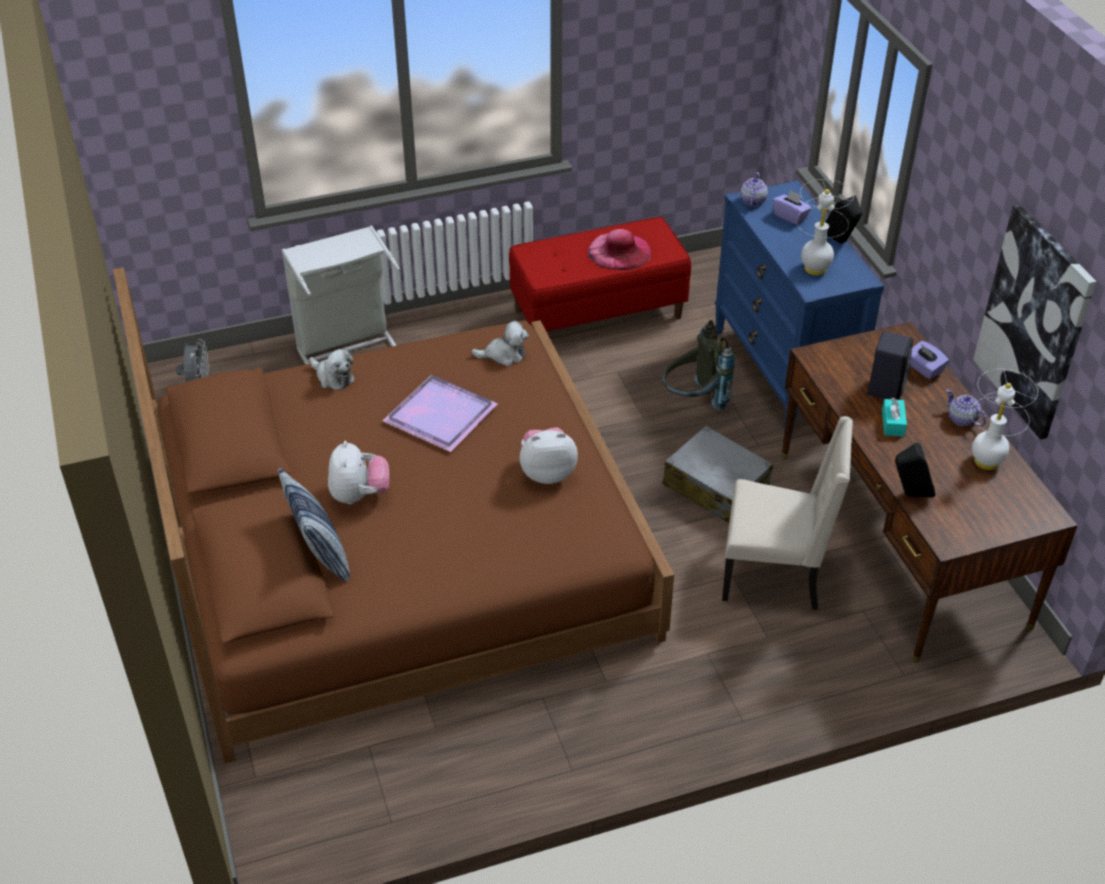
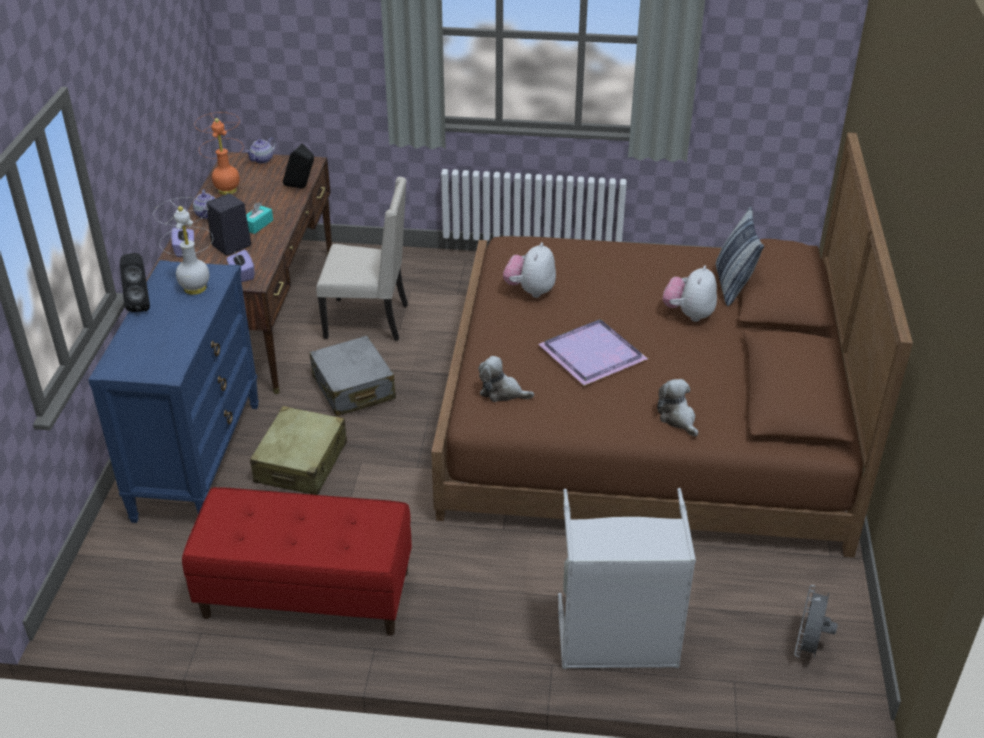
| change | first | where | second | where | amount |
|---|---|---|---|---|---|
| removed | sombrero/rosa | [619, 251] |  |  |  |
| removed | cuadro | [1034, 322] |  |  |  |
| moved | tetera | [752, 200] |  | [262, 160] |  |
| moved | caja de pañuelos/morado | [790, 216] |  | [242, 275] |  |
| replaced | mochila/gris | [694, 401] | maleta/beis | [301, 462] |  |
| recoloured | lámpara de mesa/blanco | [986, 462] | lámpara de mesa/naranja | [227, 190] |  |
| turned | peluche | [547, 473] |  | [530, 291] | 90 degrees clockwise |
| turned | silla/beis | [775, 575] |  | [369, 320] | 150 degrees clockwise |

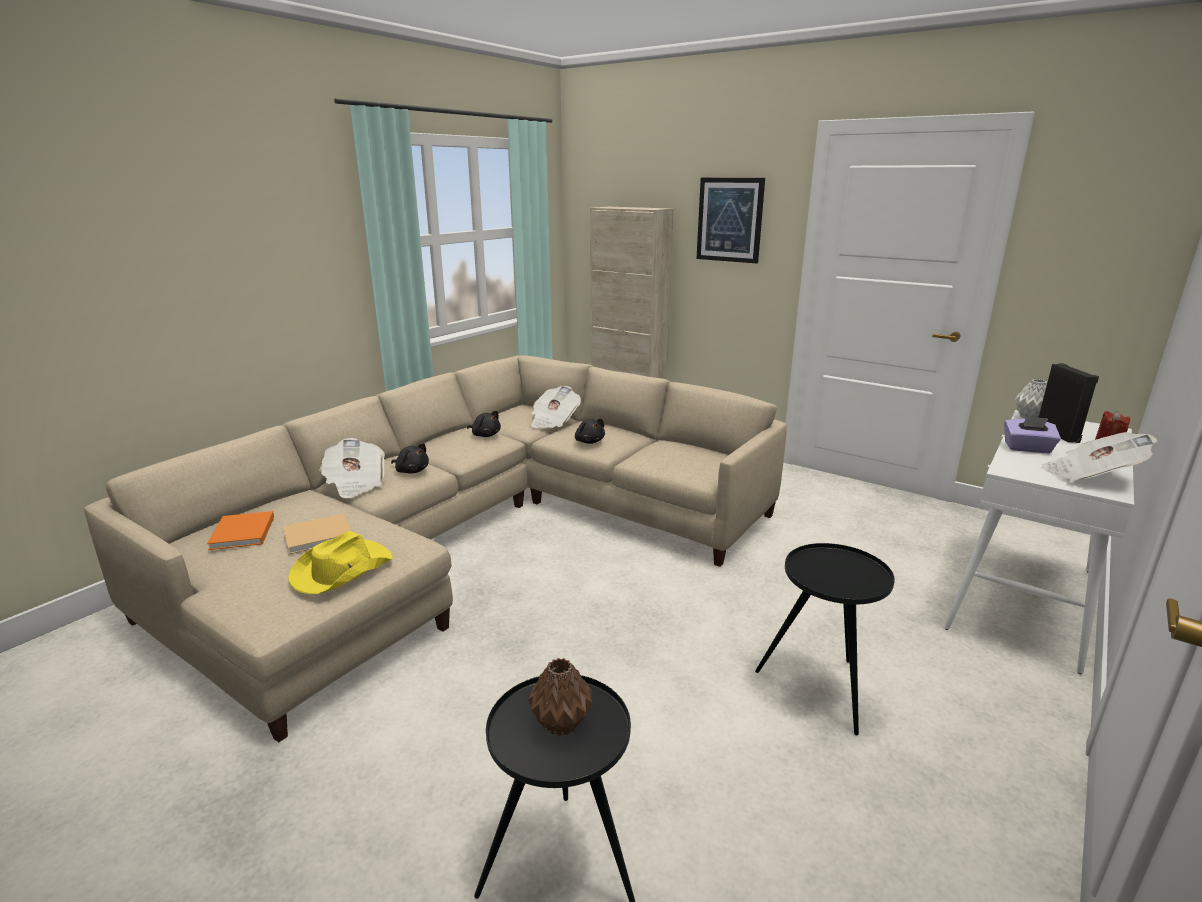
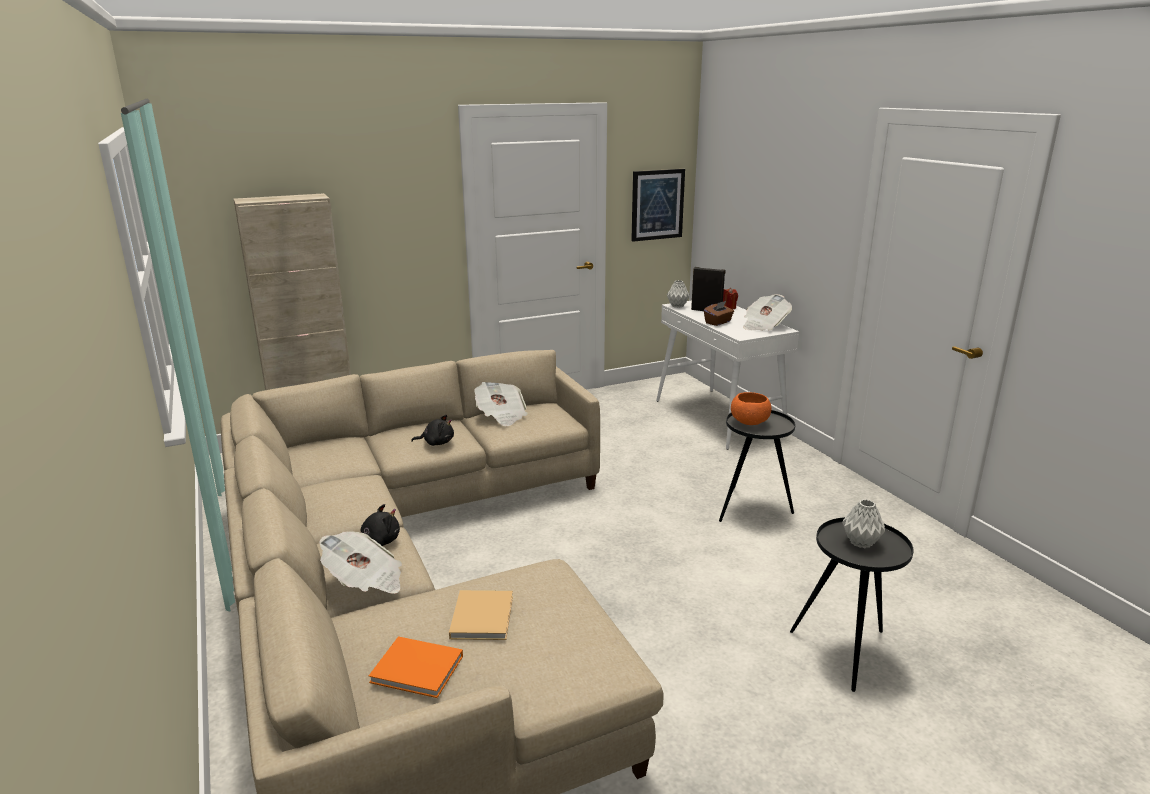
| change | first | where | second | where | amount |
|---|---|---|---|---|---|
| removed | sombrero/amarillo | [340, 570] |  |  |  |
| removed | peluche/negro | [485, 435] |  |  |  |
| added |  |  | cuenco/naranja | [749, 422] |  |
| moved | periódico | [553, 421] |  | [501, 415] |  |
| moved | cuadro | [730, 220] |  | [657, 204] |  |
| recoloured | florero/marrón | [562, 724] | florero/gris | [861, 542] |  |
| recoloured | caja de pañuelos/morado | [1027, 448] | caja de pañuelos/marrón | [718, 322] |  |

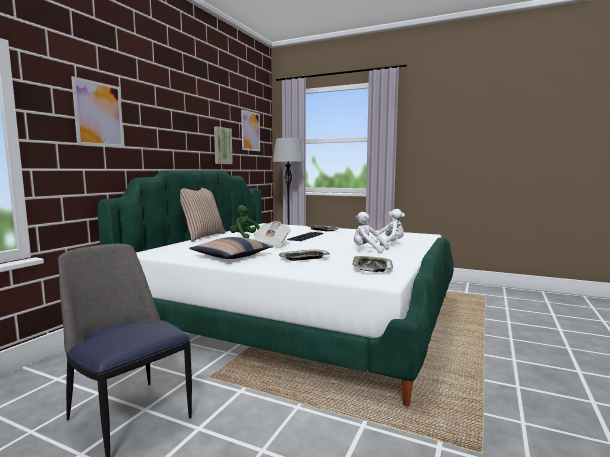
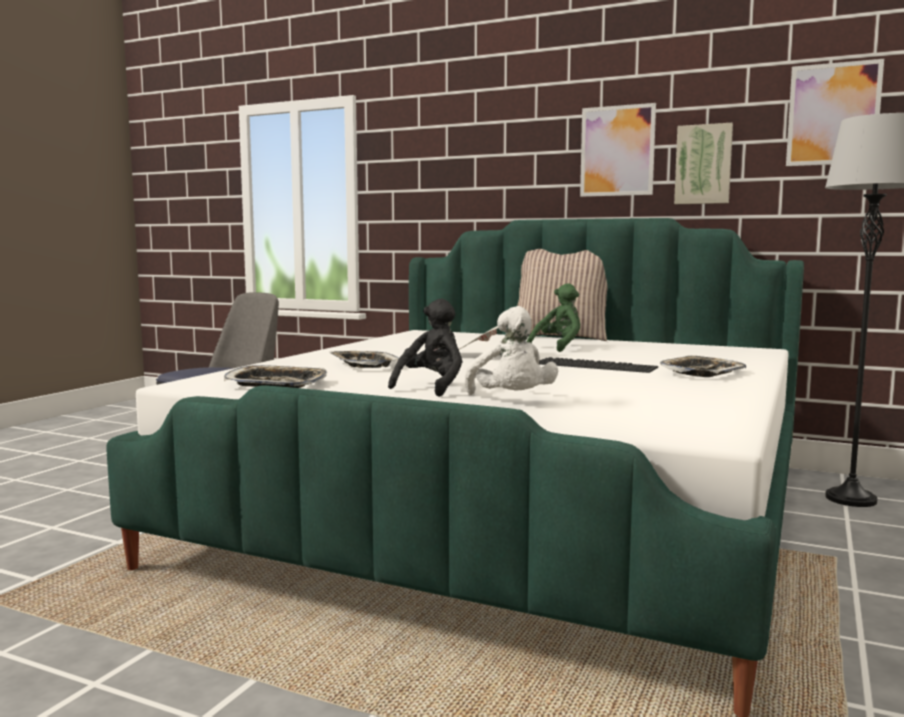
| change | first | where | second | where | amount |
|---|---|---|---|---|---|
| removed | cojín | [231, 256] |  |  |  |
| moved | cuadro | [99, 114] |  | [617, 151] |  |
| recoloured | peluche/blanco | [367, 250] | peluche/negro | [432, 387] |  |

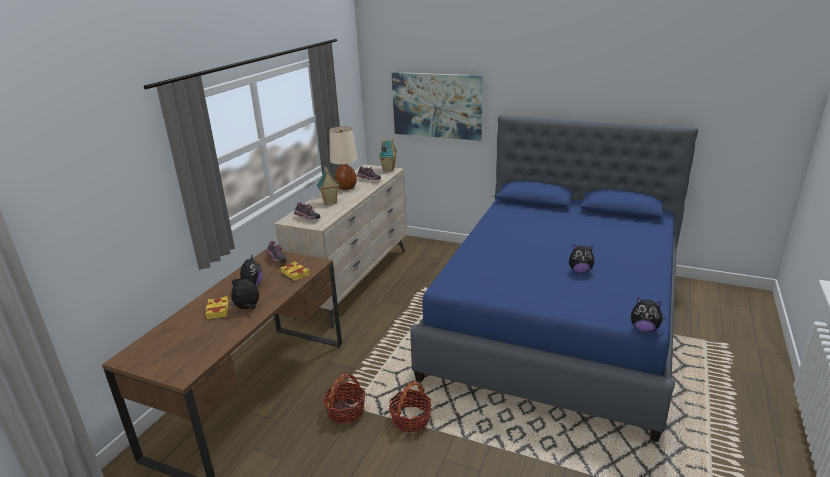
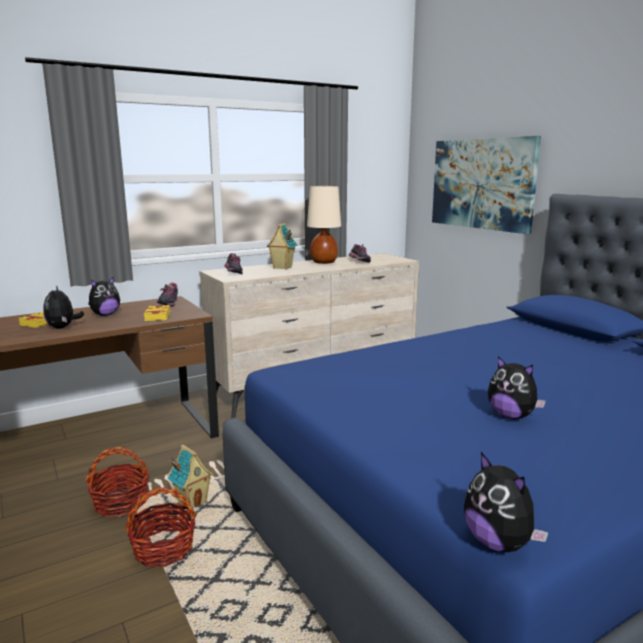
| change | first | where | second | where | amount |
|---|---|---|---|---|---|
| moved | casita | [388, 169] |  | [192, 502] |  |
| turned | peluche | [247, 308] |  | [63, 327] | 120 degrees counterclockwise |

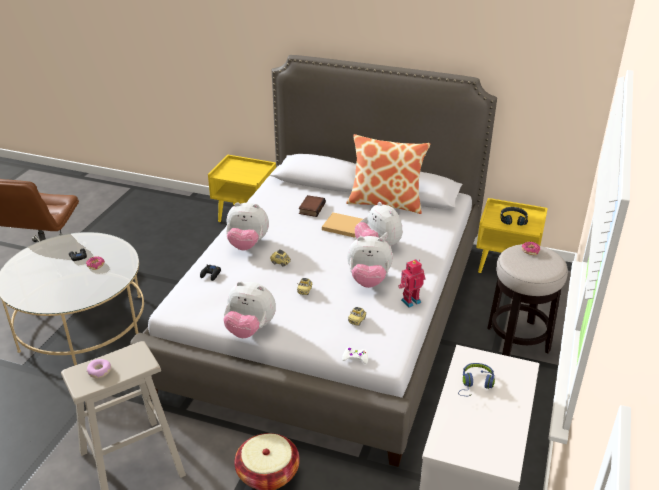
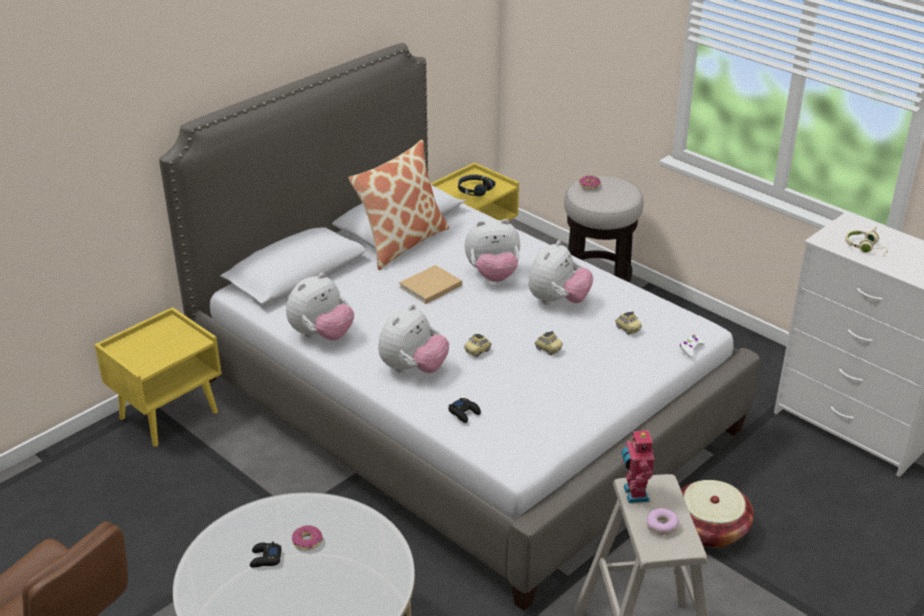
| change | first | where | second | where | amount |
|---|---|---|---|---|---|
| removed | libro | [311, 208] |  |  |  |
| moved | peluche | [250, 329] |  | [321, 335] |  |
| moved | robot de juguete | [410, 300] |  | [634, 494] |  |
| recoloured | auriculares/azul | [475, 384] | auriculares/beis | [866, 248] |  |

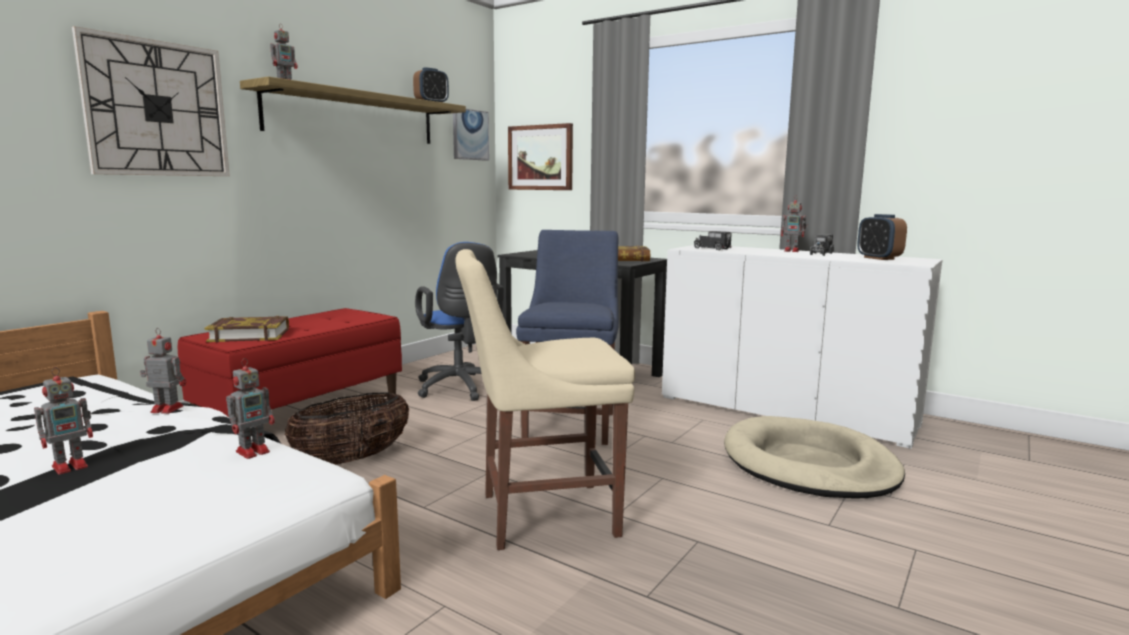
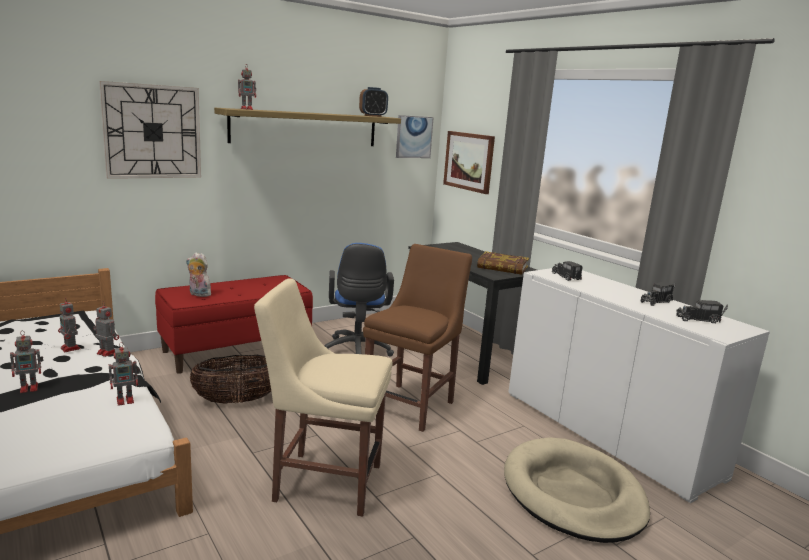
| change | first | where | second | where | amount |
|---|---|---|---|---|---|
| moved | robot de juguete | [792, 251] |  | [70, 349] |  |
| replaced | libro | [249, 335] | peluche | [198, 294] |  |
| replaced | despertador | [879, 258] | camión de juguete | [699, 319] |  |
| recoloured | silla/azul | [571, 424] | silla/marrón | [412, 405] |  |

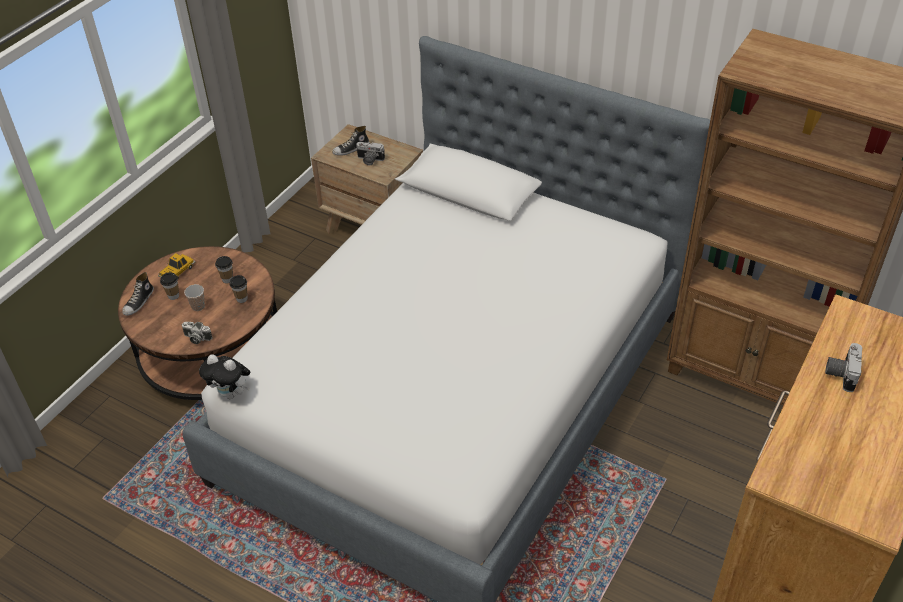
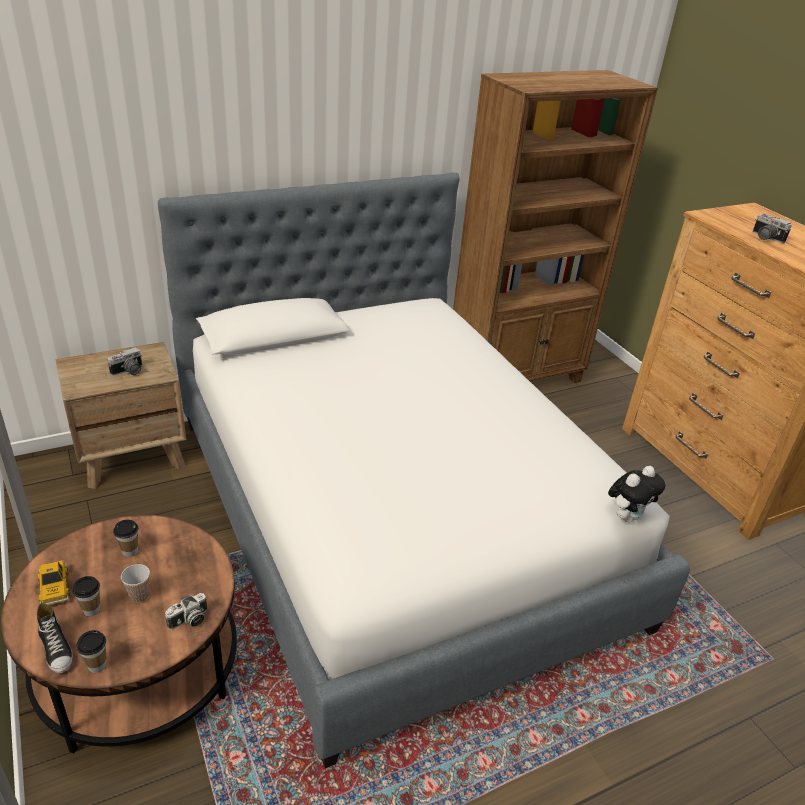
| change | first | where | second | where | amount |
|---|---|---|---|---|---|
| removed | zapato | [351, 149] |  |  |  |
| moved | peluche | [231, 394] |  | [627, 516] |  |
| moved | taza | [242, 299] |  | [97, 665] |  |

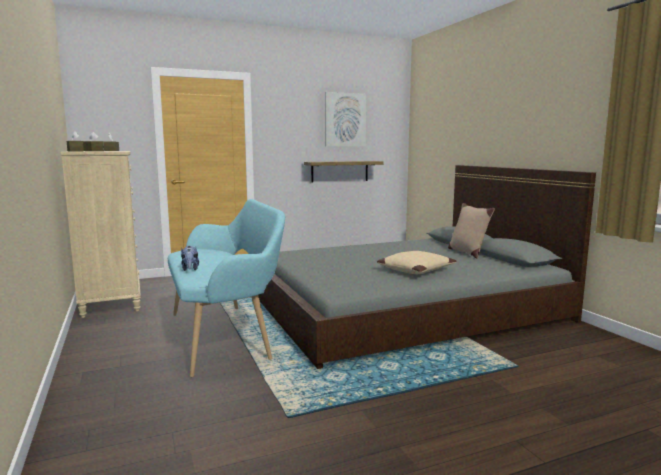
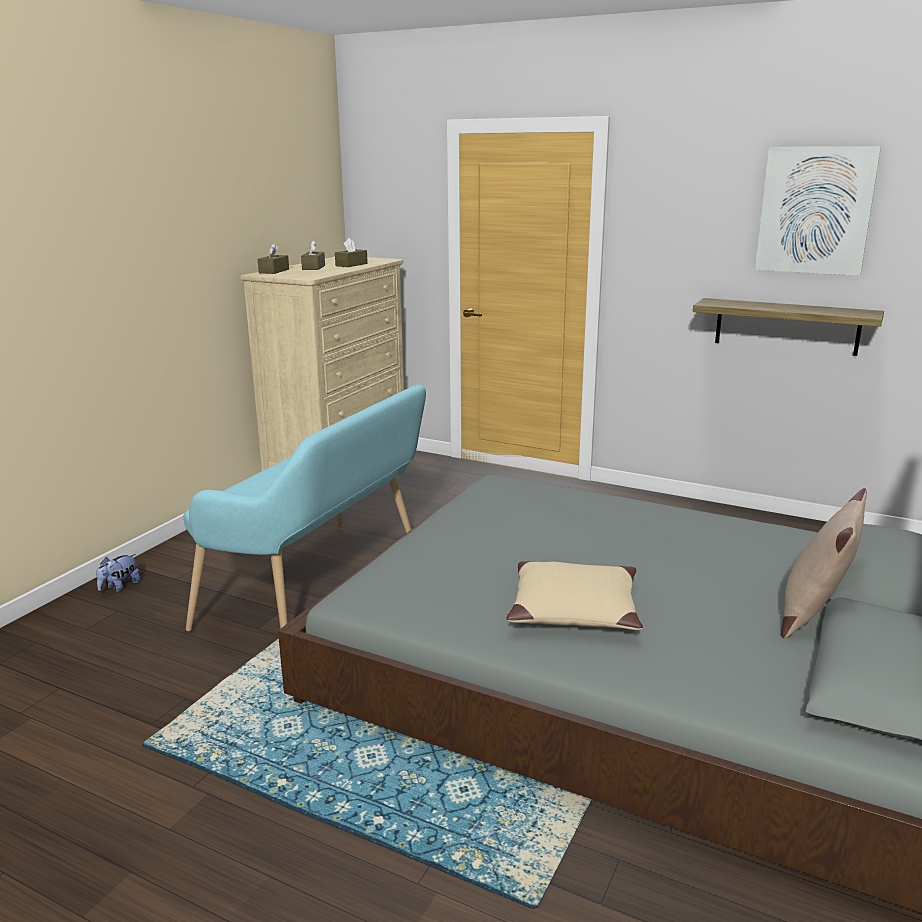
| change | first | where | second | where | amount |
|---|---|---|---|---|---|
| moved | peluche | [190, 269] |  | [119, 587] |  |

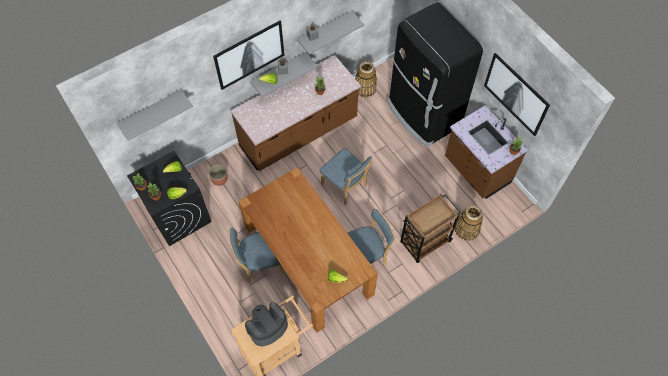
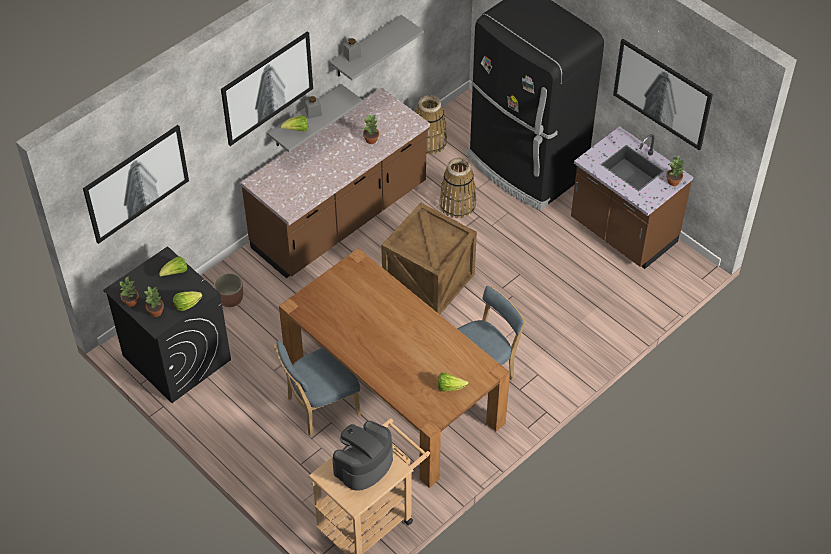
| change | first | where | second | where | amount |
|---|---|---|---|---|---|
| removed | carrito/marrón | [424, 243] |  |  |  |
| moved | cesta | [467, 229] |  | [457, 205] |  |
| replaced | estante/gris | [151, 111] | cuadro | [136, 182] |  |
| replaced | silla/azul | [345, 186] | caja de embalaje | [429, 282] |  |

